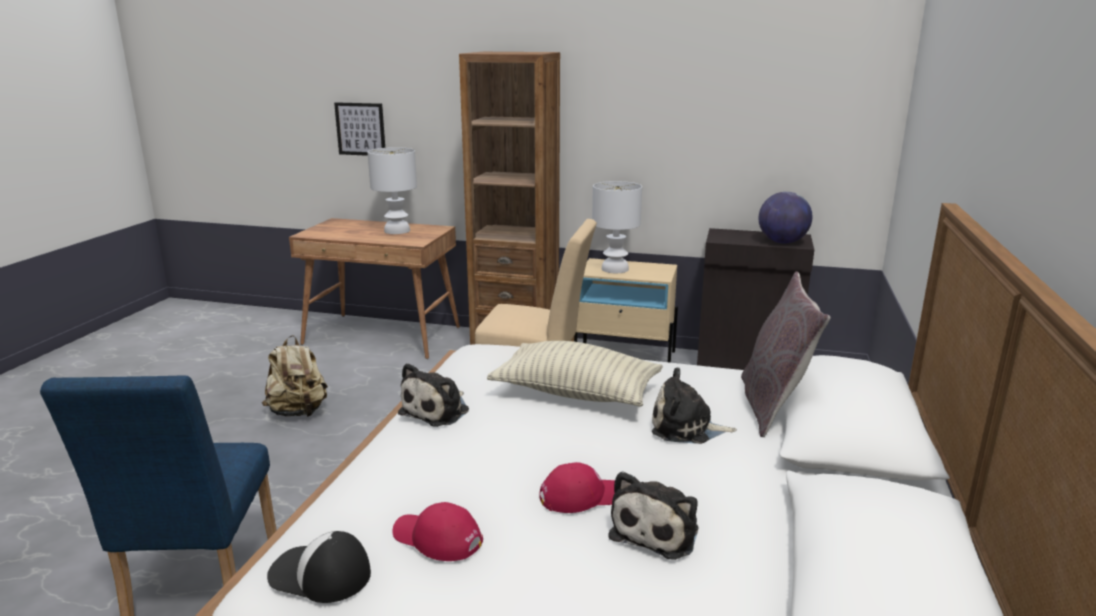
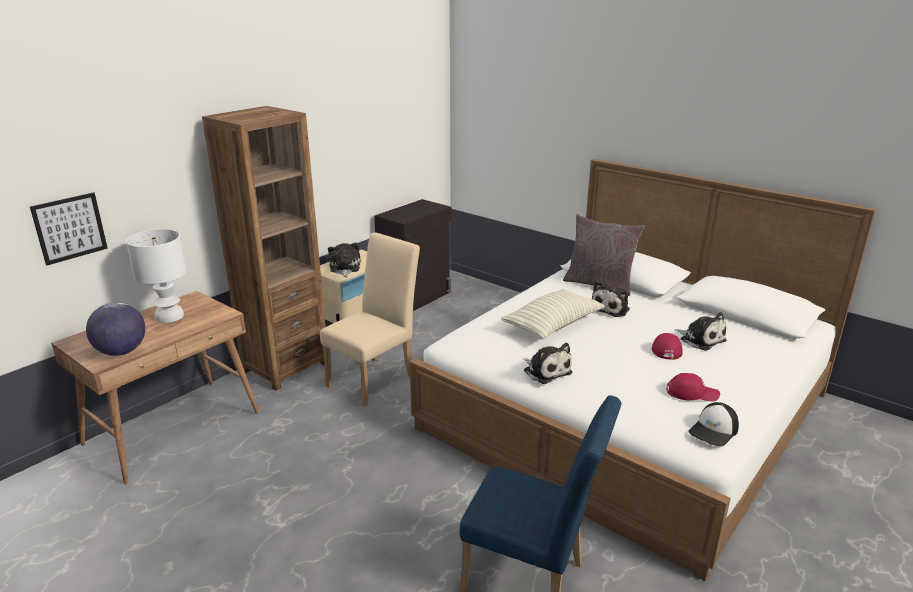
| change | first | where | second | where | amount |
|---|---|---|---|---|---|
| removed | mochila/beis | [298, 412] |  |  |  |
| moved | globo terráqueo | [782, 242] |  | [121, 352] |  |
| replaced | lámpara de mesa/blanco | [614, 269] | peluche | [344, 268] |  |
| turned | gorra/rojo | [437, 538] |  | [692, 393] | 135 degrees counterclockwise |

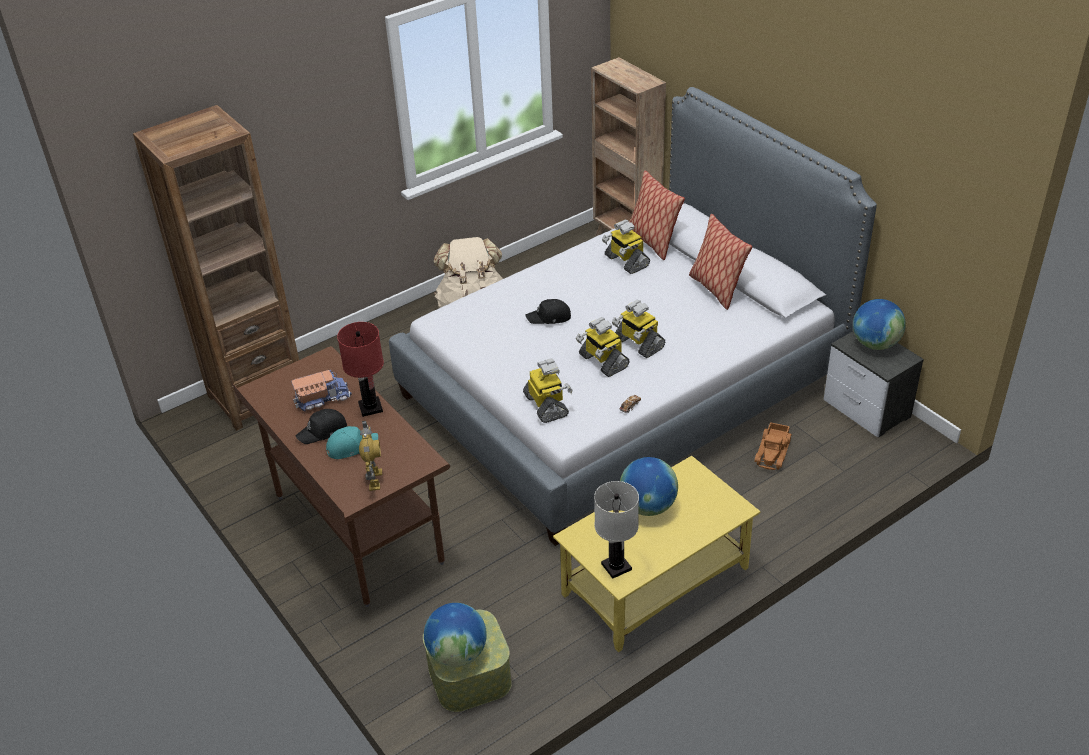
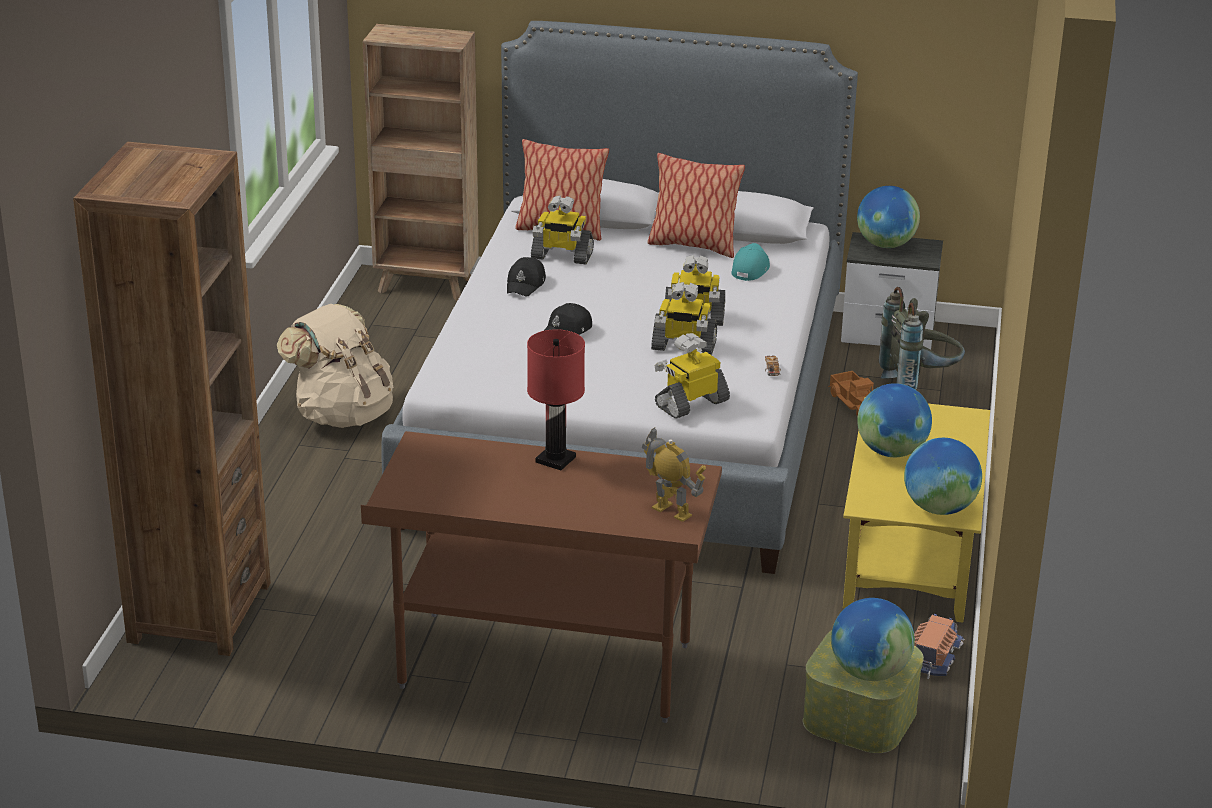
| change | first | where | second | where | amount |
|---|---|---|---|---|---|
| added |  |  | mochila/gris | [919, 386] |  |
| moved | camión de juguete | [322, 398] |  | [932, 657] |  |
| moved | gorra/negro | [323, 431] |  | [526, 284] |  |
| moved | gorra/turquesa | [351, 446] |  | [750, 269] |  |
| replaced | lámpara de mesa/blanco | [616, 567] | globo terráqueo | [939, 508] |  |
| turned | robot de juguete | [547, 405] |  | [691, 403] | 60 degrees counterclockwise |

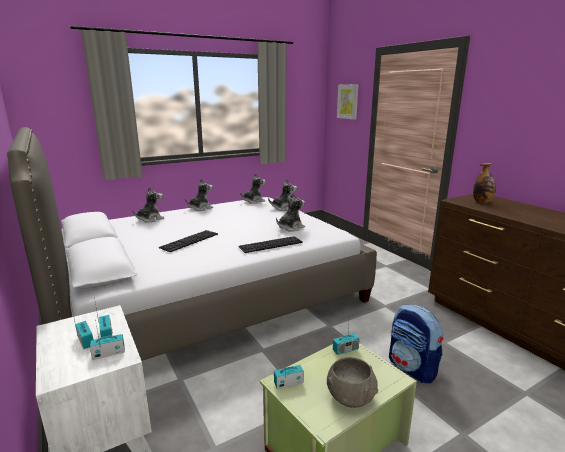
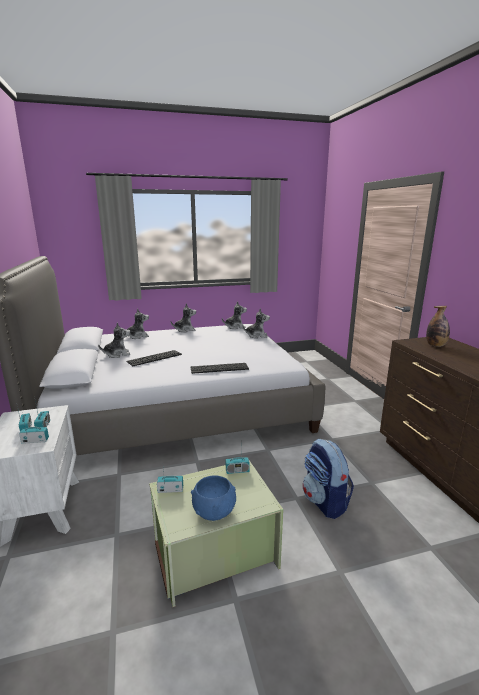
| change | first | where | second | where | amount |
|---|---|---|---|---|---|
| removed | cuadro | [348, 101] |  |  |  |
| moved | peluche | [290, 228] |  | [117, 354] |  |
| recoloured | cuenco/gris | [350, 396] | cuenco/azul | [214, 510] |  |

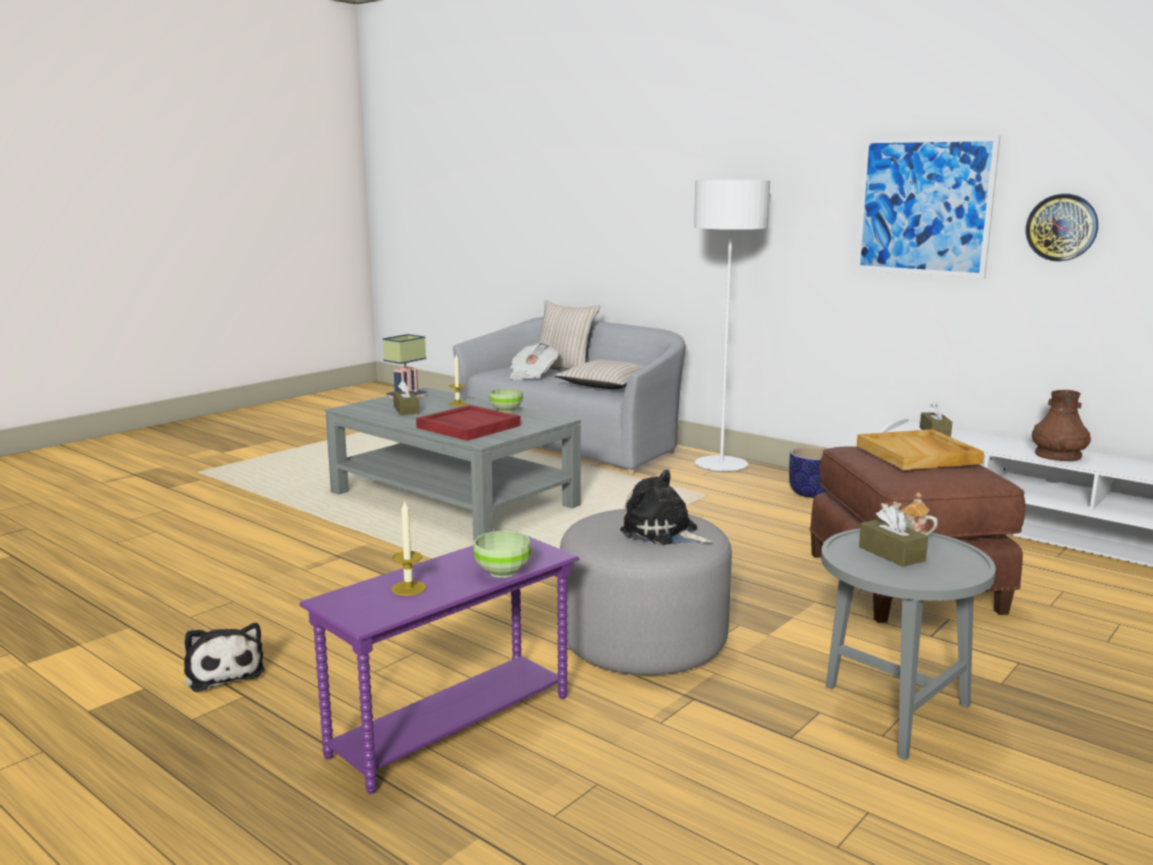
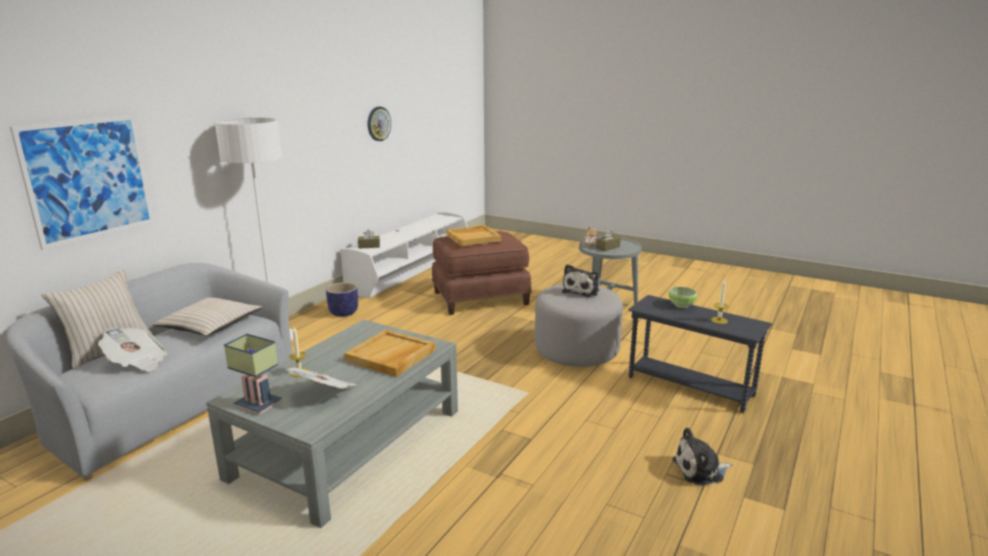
| change | first | where | second | where | amount |
|---|---|---|---|---|---|
| removed | cuenco/verde | [506, 410] |  |  |  |
| removed | florero/marrón | [1058, 455] |  |  |  |
| moved | cuadro | [924, 206] |  | [88, 179] |  |
| replaced | caja de pañuelos/marrón | [406, 410] | periódico | [324, 393] |  |
| recoloured | mesa auxiliar/morado | [453, 726] | mesa auxiliar/gris | [690, 386] |  |
| recoloured | bandeja/rojo | [467, 426] | bandeja/beis | [391, 356] |  |
| turned | peluche | [224, 671] |  | [701, 470] | 150 degrees counterclockwise |

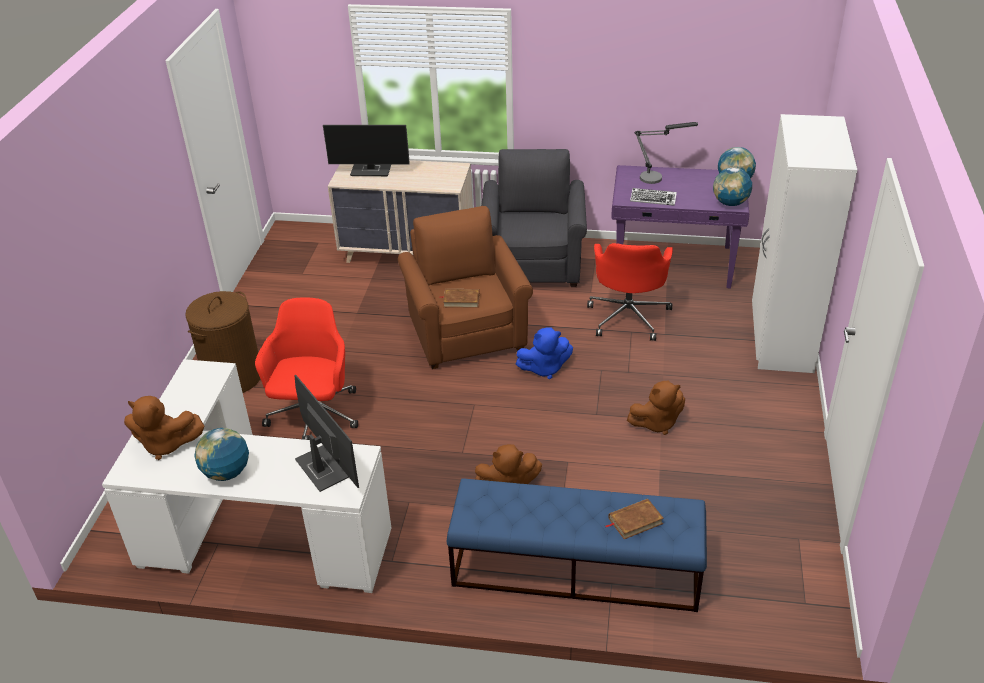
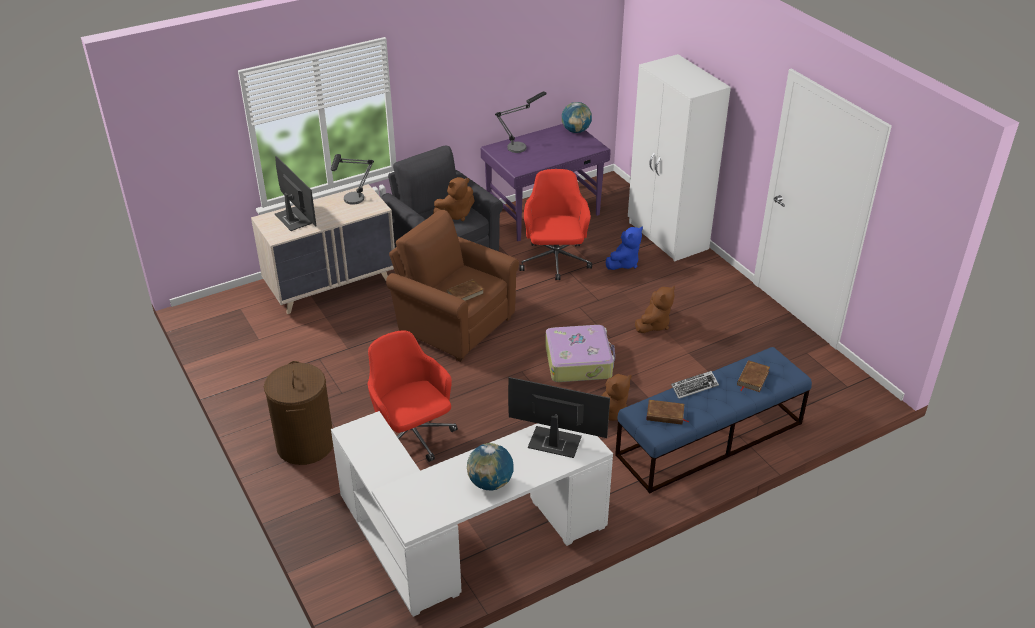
| change | first | where | second | where | amount |
|---|---|---|---|---|---|
| removed | globo terráqueo | [730, 203] |  |  |  |
| added |  |  | lámpara de mesa | [351, 202] |  |
| added |  |  | maleta | [579, 361] |  |
| added |  |  | libro/marrón | [665, 414] |  |
| moved | peluche/marrón | [166, 444] |  | [456, 214] |  |
| moved | peluche/azul | [544, 368] |  | [624, 263] |  |
| moved | teclado | [653, 199] |  | [694, 387] |  |
| turned | monitor | [372, 170] |  | [293, 219] | 90 degrees counterclockwise |
| turned | silla de oficina/rojo | [628, 316] |  | [555, 262] | 150 degrees counterclockwise |

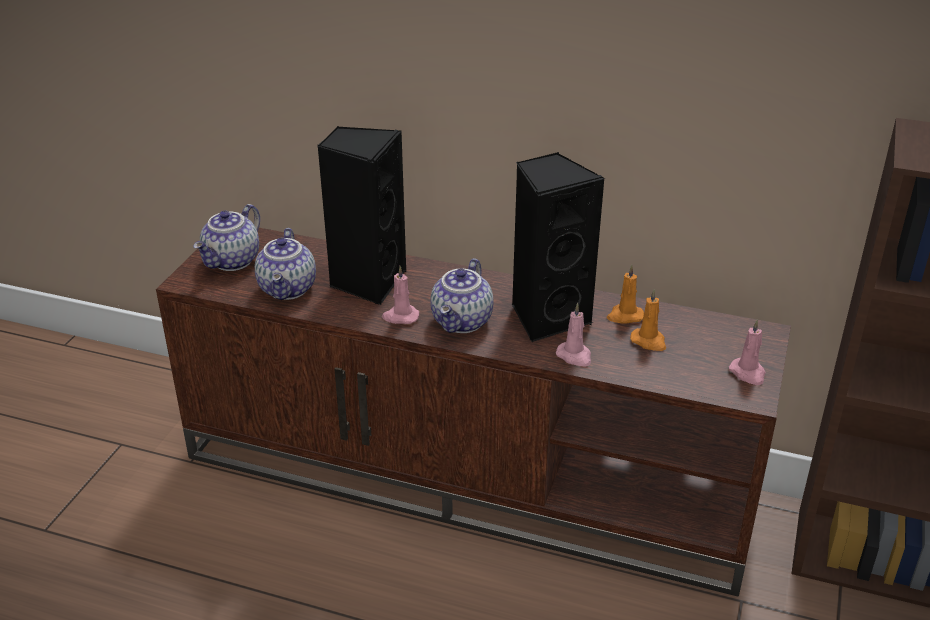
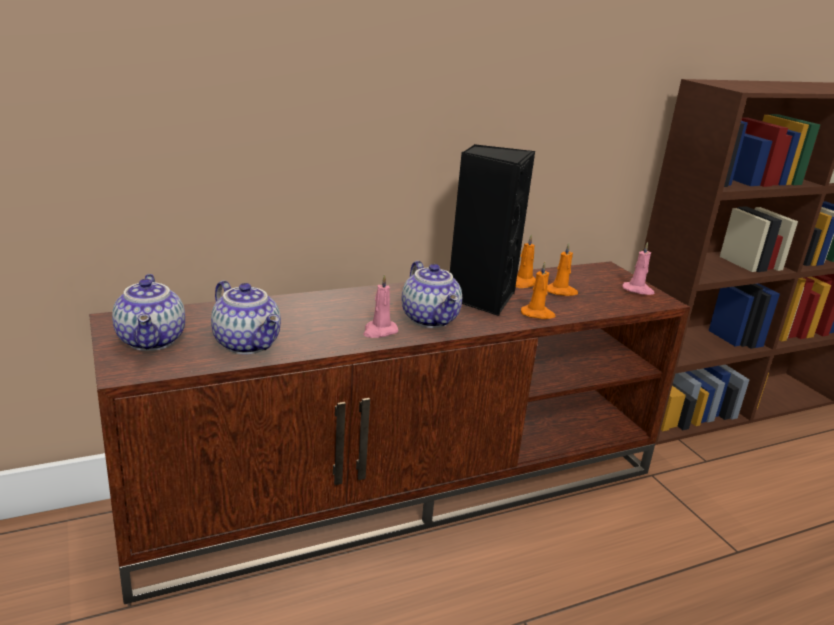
| change | first | where | second | where | amount |
|---|---|---|---|---|---|
| removed | altavoz/negro | [367, 282] |  |  |  |
| recoloured | vela/rosa | [575, 356] | vela/naranja | [537, 314] |  |

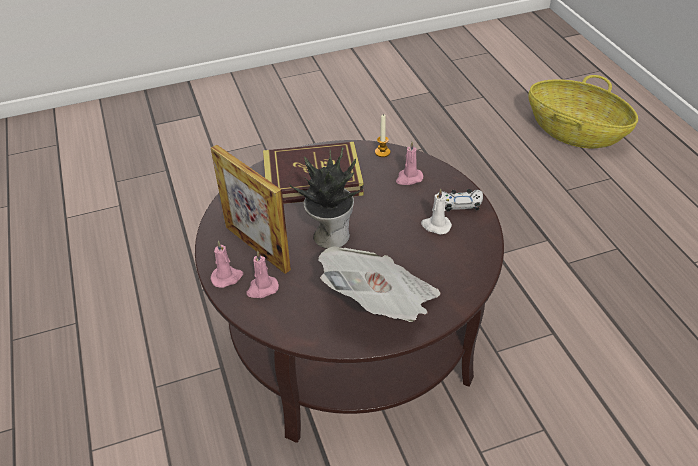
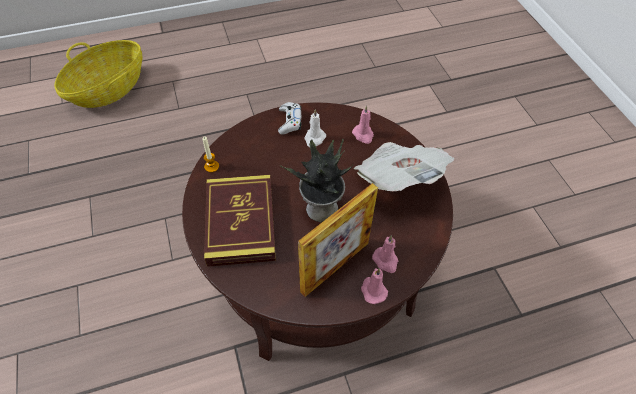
| change | first | where | second | where | amount |
|---|---|---|---|---|---|
| moved | vela/rosa | [408, 178] |  | [363, 135] |  |

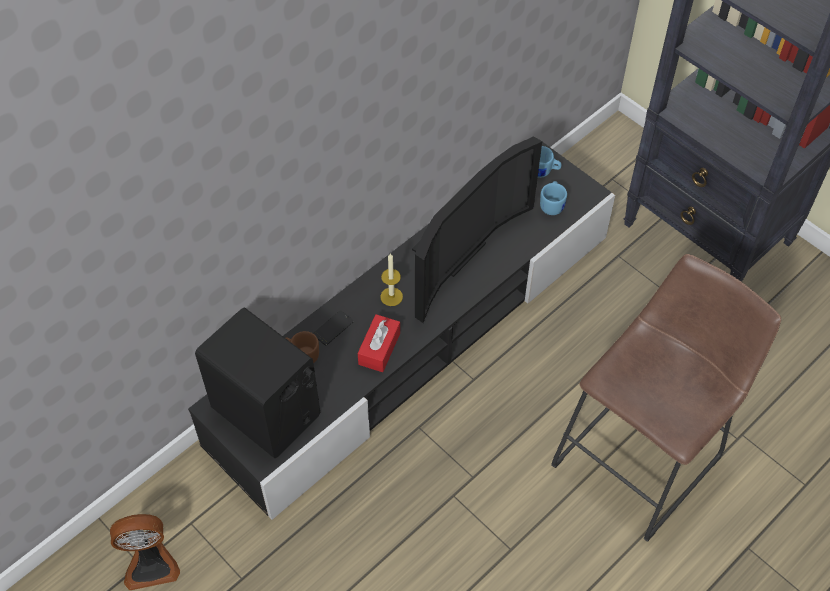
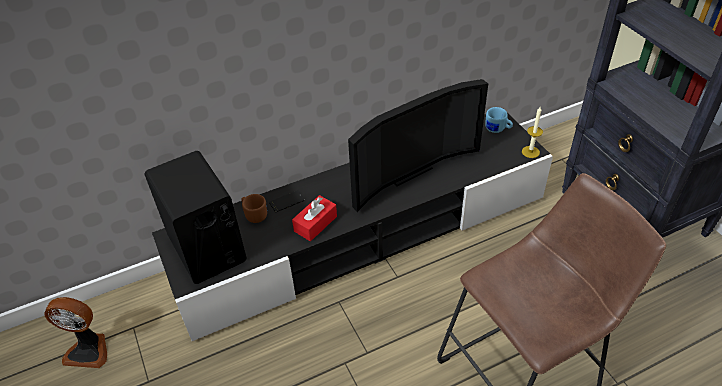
| change | first | where | second | where | amount |
|---|---|---|---|---|---|
| removed | taza grande/azul | [552, 204] |  |  |  |
| moved | vela | [391, 296] |  | [530, 152] |  |

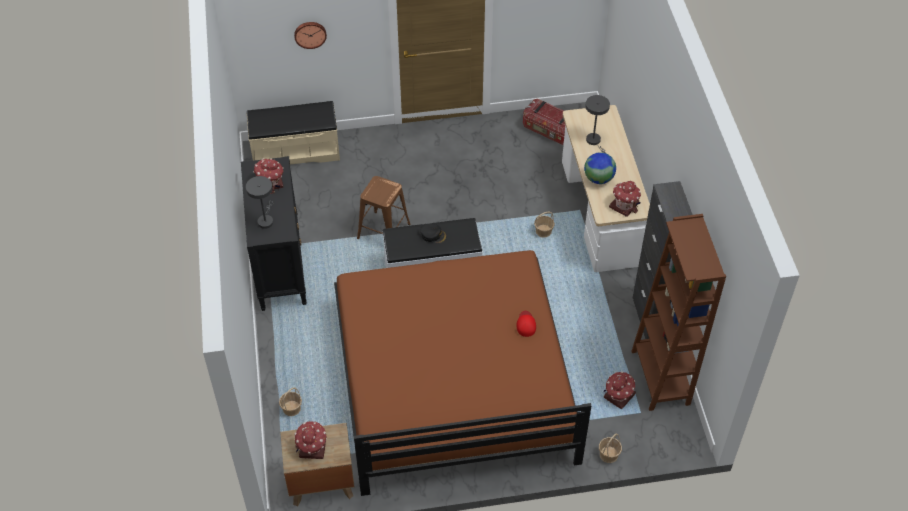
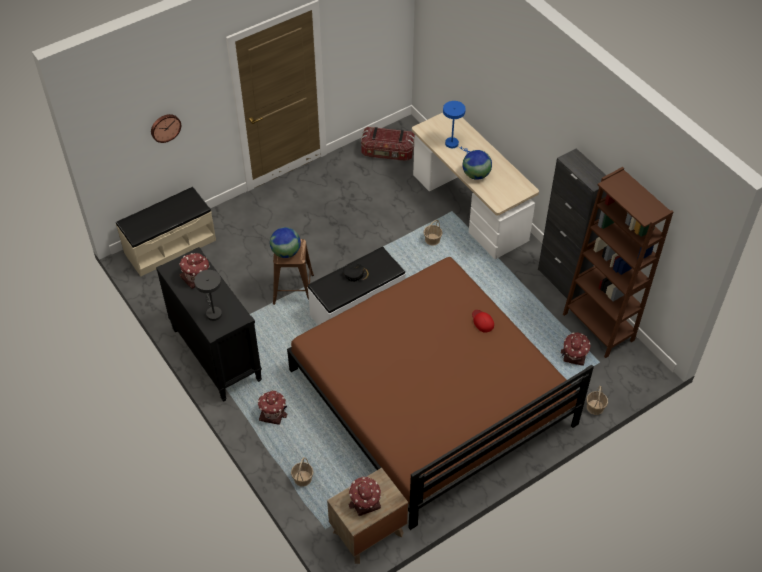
| change | first | where | second | where | amount |
|---|---|---|---|---|---|
| added |  |  | globo terráqueo | [286, 252] |  |
| moved | casita | [624, 205] |  | [273, 413] |  |
| recoloured | lámpara de mesa/gris | [594, 141] | lámpara de mesa/azul | [454, 144] |  |

